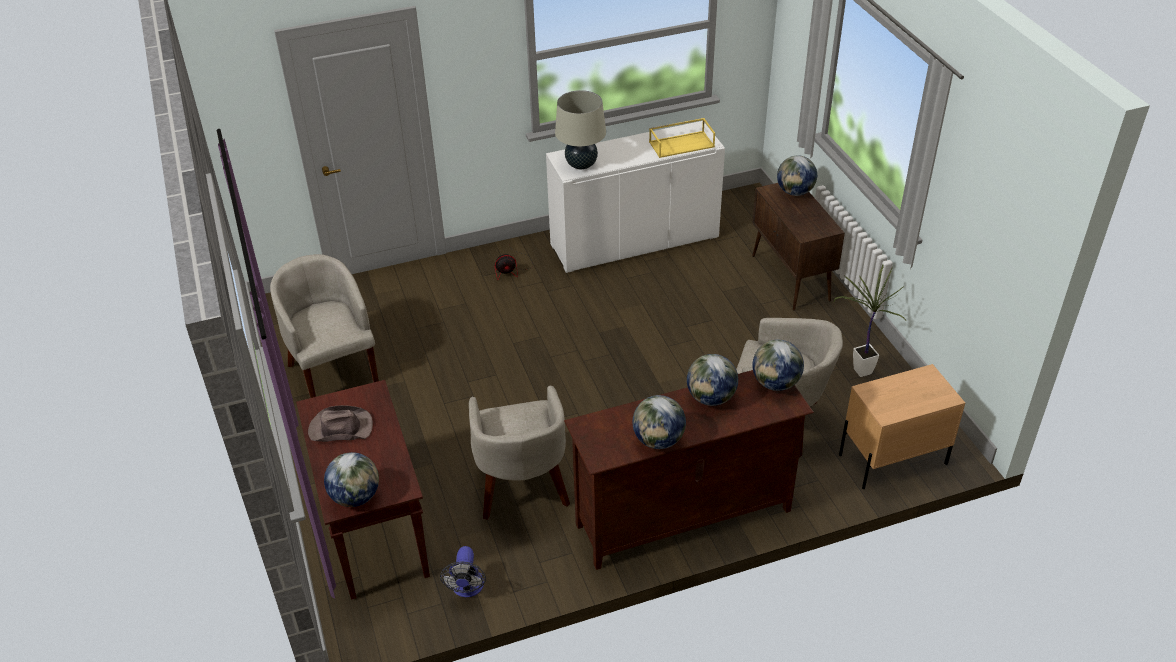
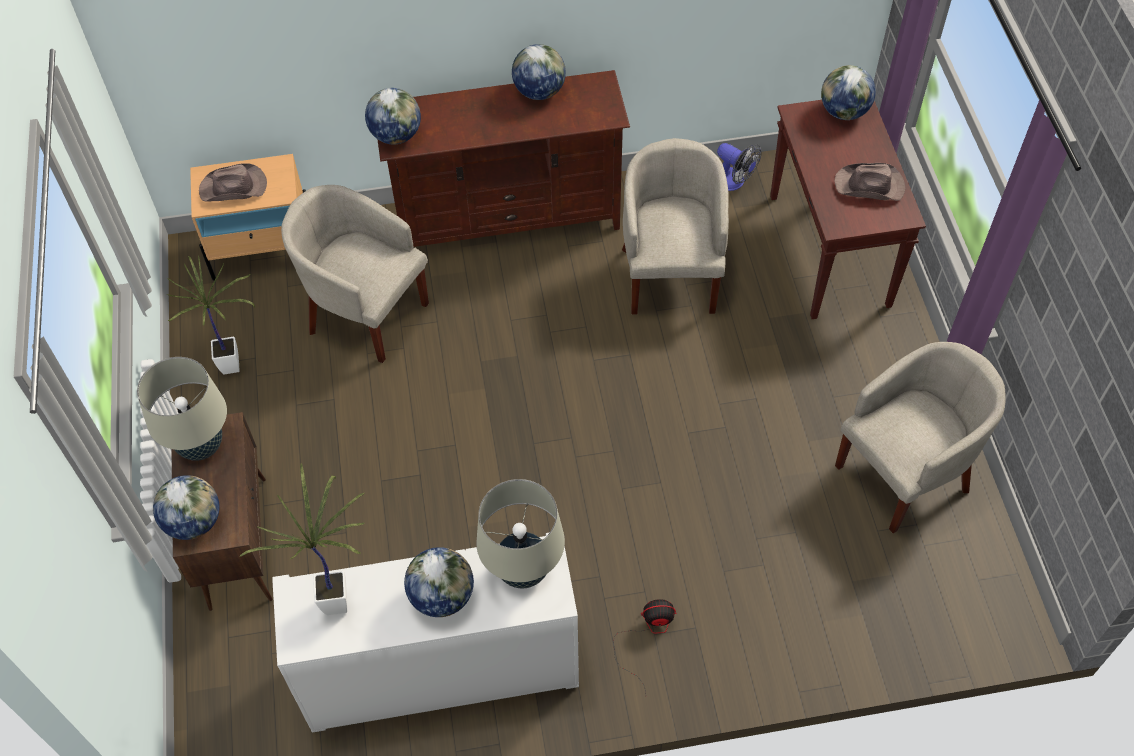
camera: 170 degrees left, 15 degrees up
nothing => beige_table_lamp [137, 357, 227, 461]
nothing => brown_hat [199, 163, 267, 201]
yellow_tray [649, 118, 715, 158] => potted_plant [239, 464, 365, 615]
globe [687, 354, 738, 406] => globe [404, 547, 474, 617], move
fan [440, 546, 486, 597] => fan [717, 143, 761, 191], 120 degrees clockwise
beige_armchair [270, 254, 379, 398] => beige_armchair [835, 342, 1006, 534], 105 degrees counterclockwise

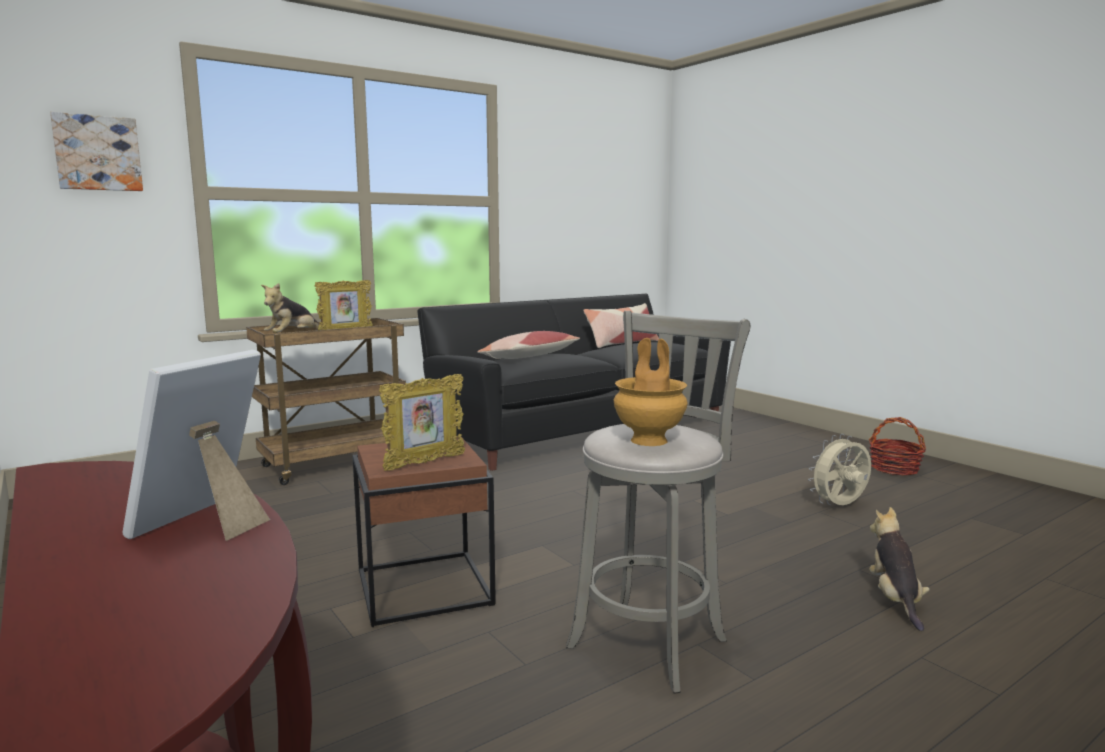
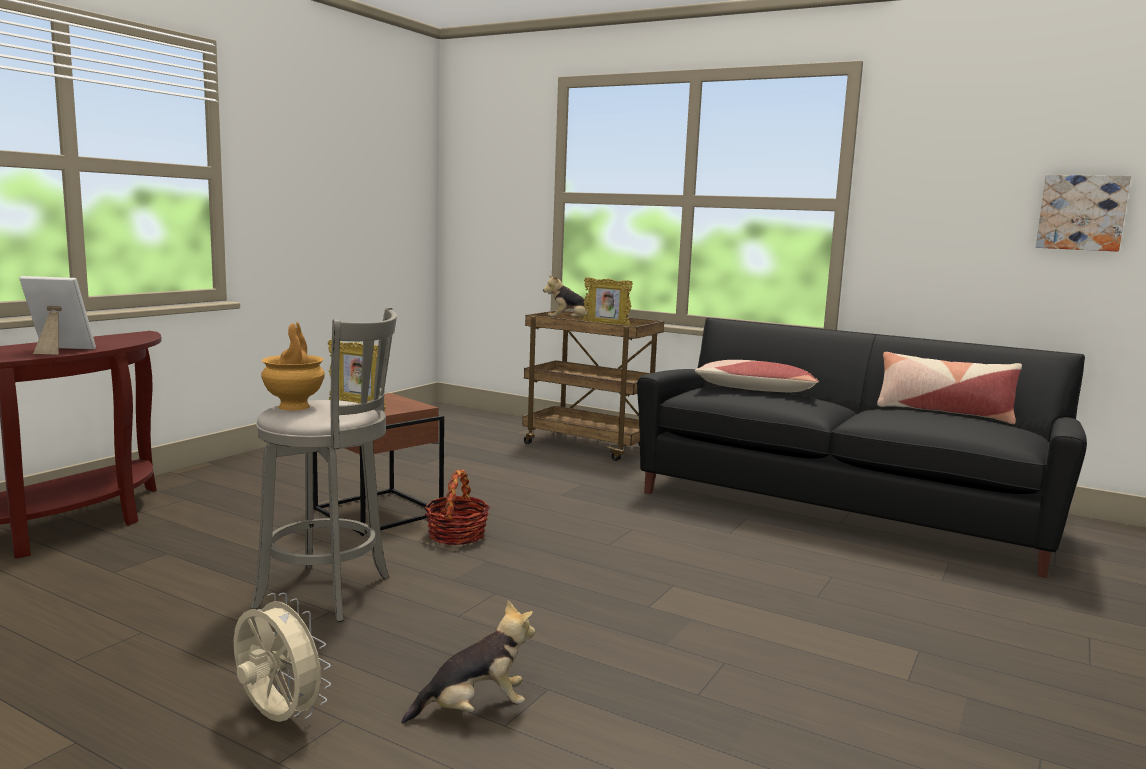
camera: 65 degrees right, 0 degrees up
beige_fan [808, 434, 871, 505] => beige_fan [234, 593, 331, 722], move
basket [869, 417, 926, 475] => basket [424, 470, 490, 545], move
picture [50, 112, 143, 191] => picture [1036, 175, 1131, 252], move

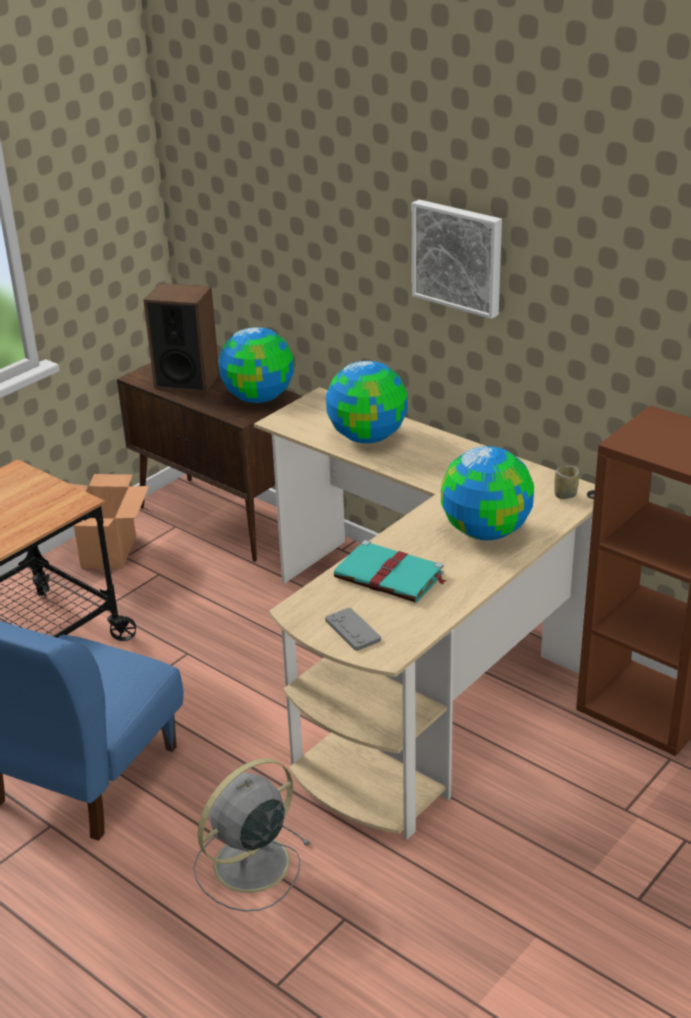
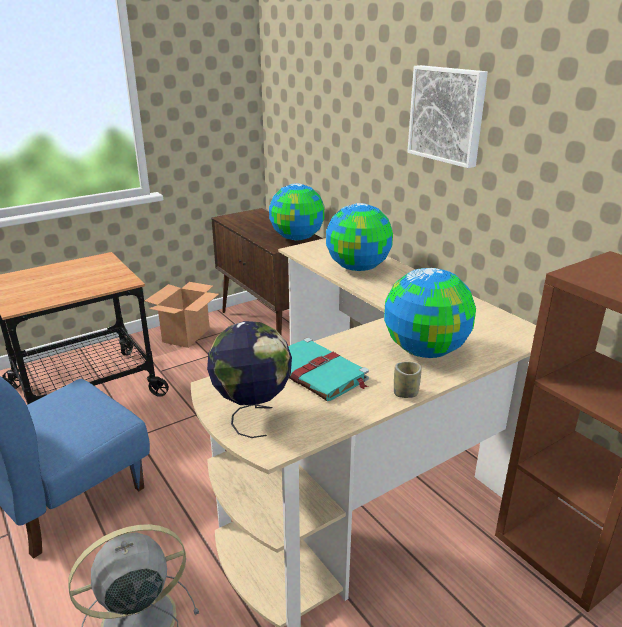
camera: 15 degrees right, 5 degrees down
grey_game_controller [325, 608, 381, 651] => globe [207, 321, 292, 438]
cup [554, 466, 579, 499] => cup [394, 362, 422, 398], move
speaker [143, 283, 219, 393] => nothing

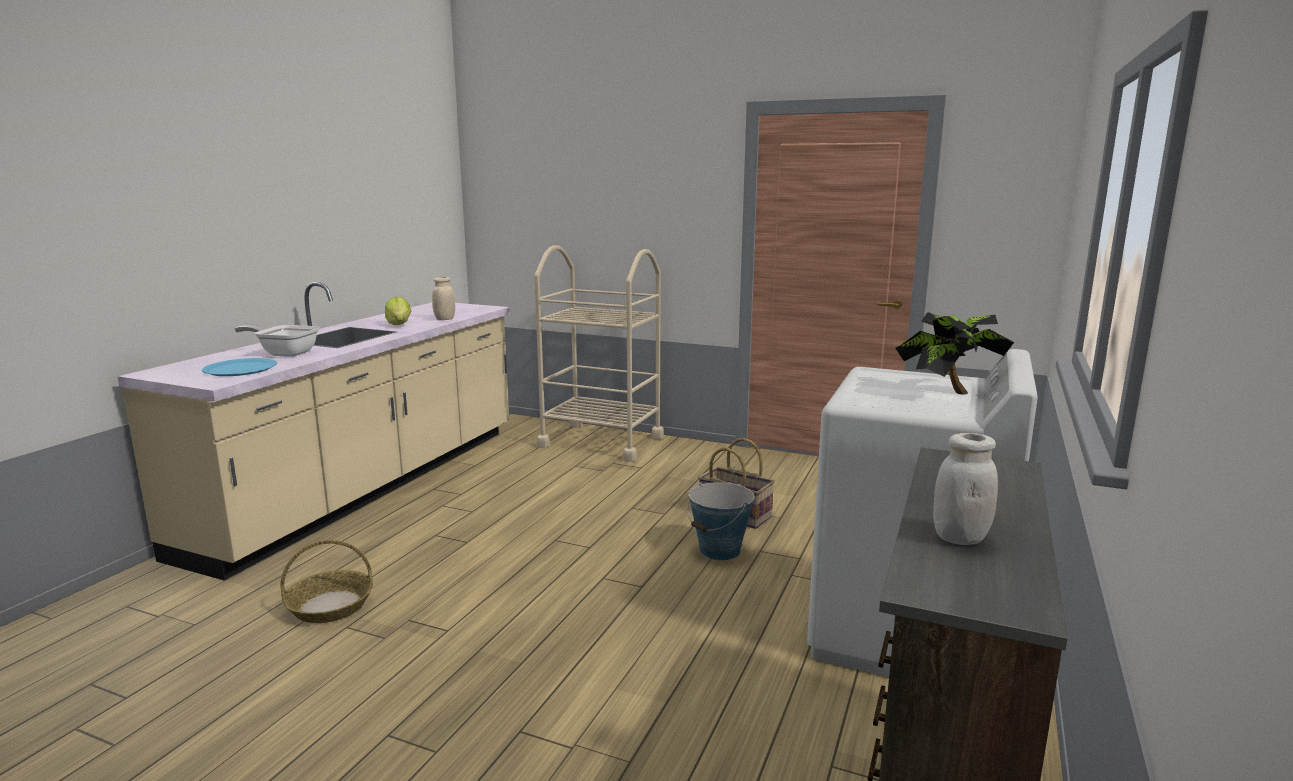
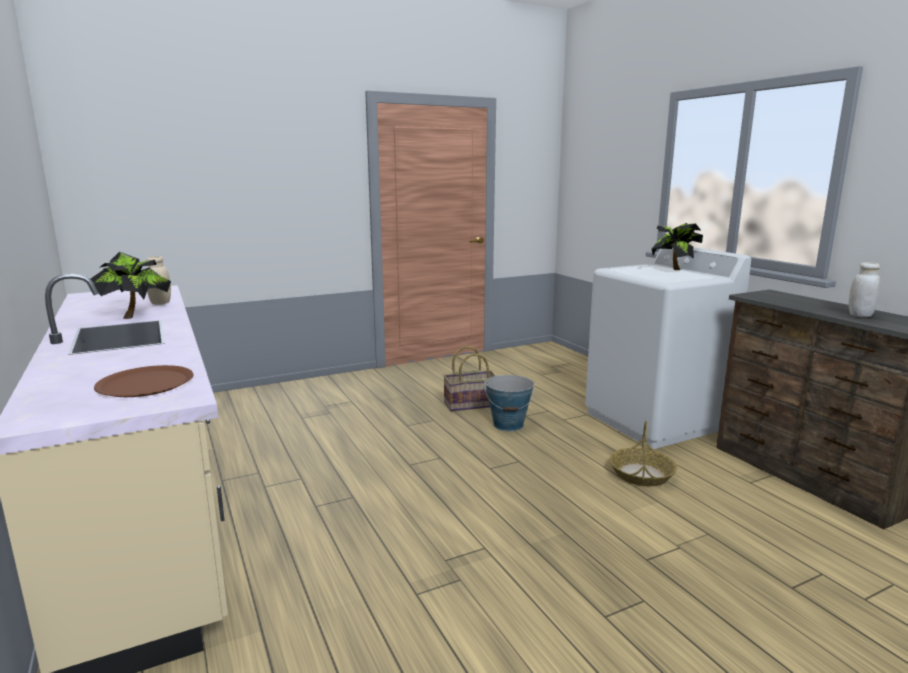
camera: 50 degrees left, 0 degrees up
lettuce [385, 297, 411, 325] => potted_plant [91, 252, 171, 319]
blue_plate [202, 358, 277, 376] => brown_plate [94, 365, 193, 397]
basket [280, 540, 373, 623] => basket [609, 421, 677, 486], move
frying_pan [235, 325, 319, 357] => nothing
beige_cart [534, 245, 664, 462] => nothing

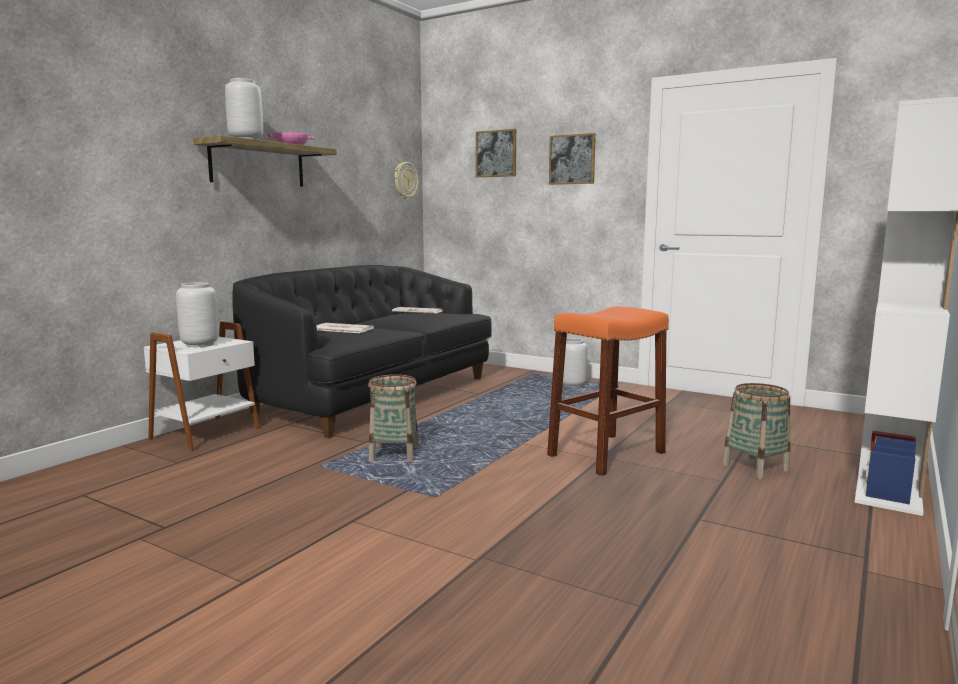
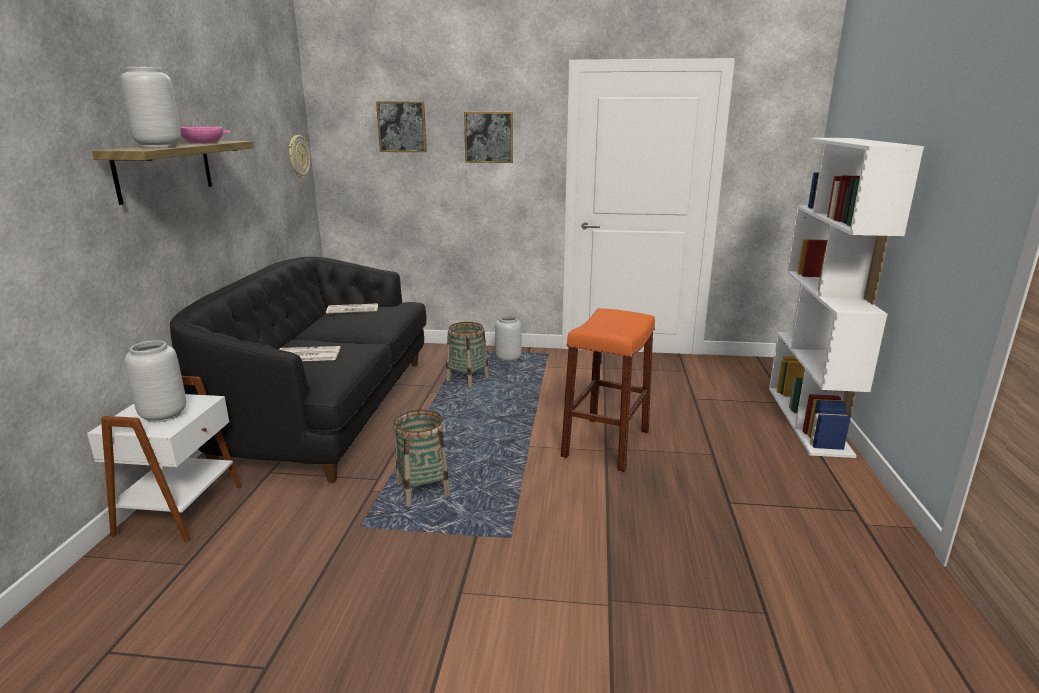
camera: 25 degrees left, 10 degrees up
basket [722, 383, 790, 479] => basket [446, 322, 489, 388], move

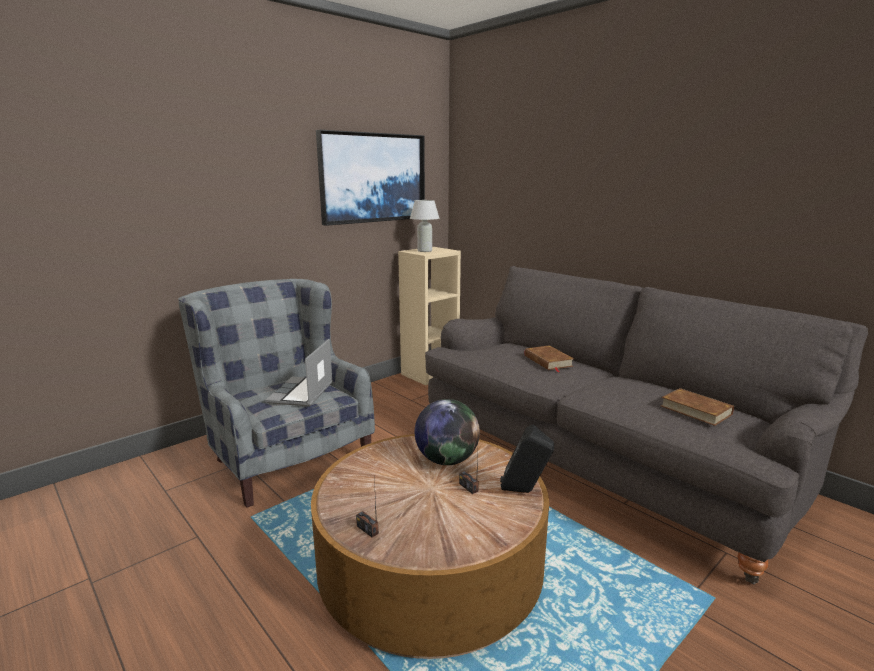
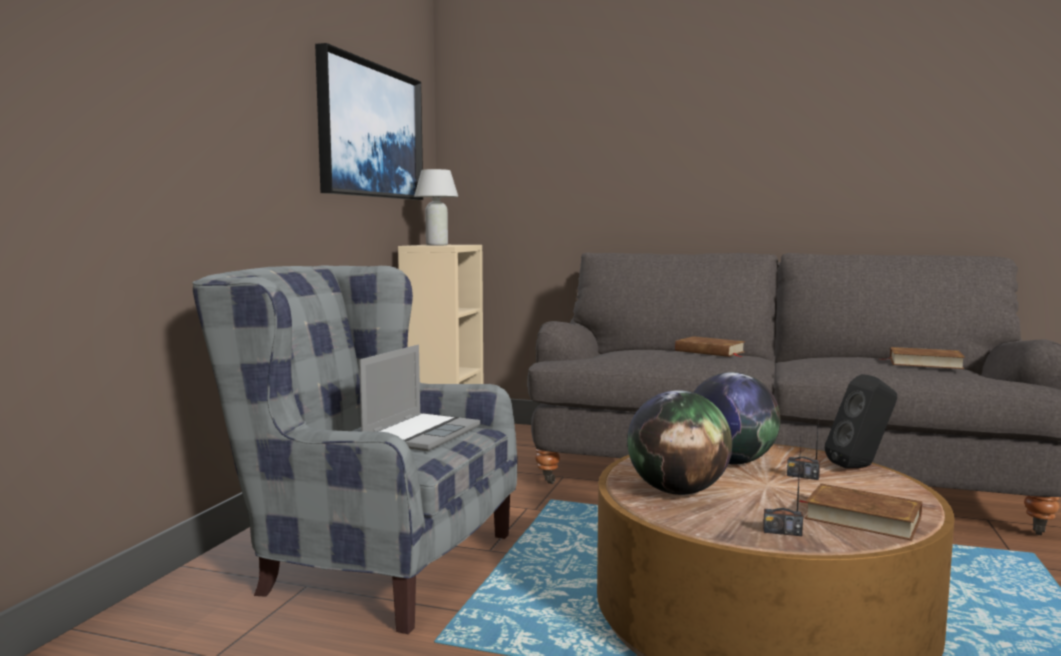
camera: 30 degrees left, 10 degrees down
laptop [265, 339, 333, 406] => laptop [359, 345, 480, 451], 135 degrees counterclockwise
nothing => globe [627, 390, 732, 495]
nothing => brown_book [799, 483, 922, 541]

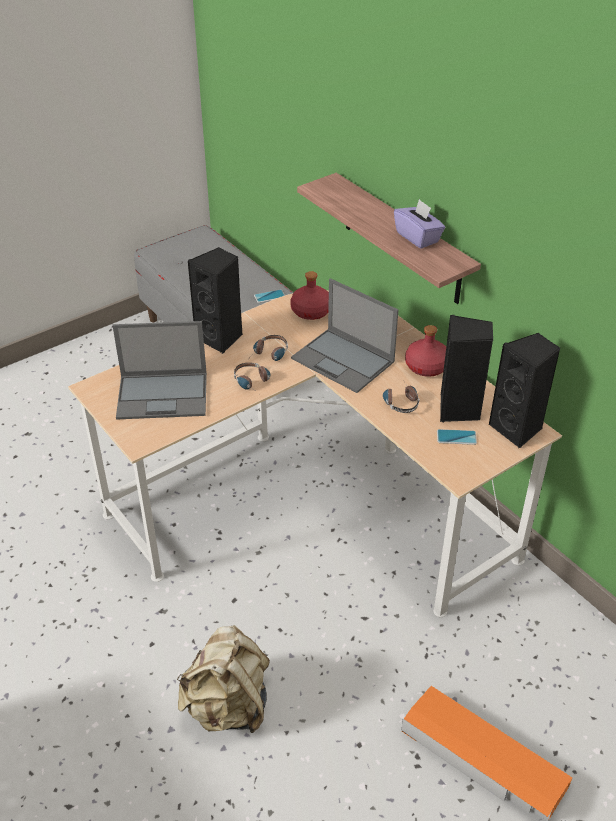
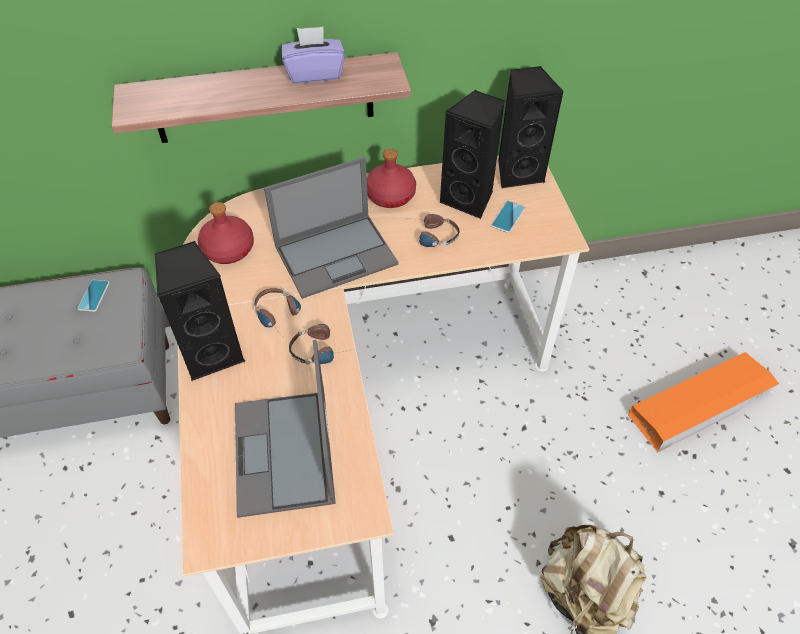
camera: 65 degrees left, 10 degrees up
laptop [113, 321, 207, 420] => laptop [235, 340, 336, 518], 150 degrees clockwise

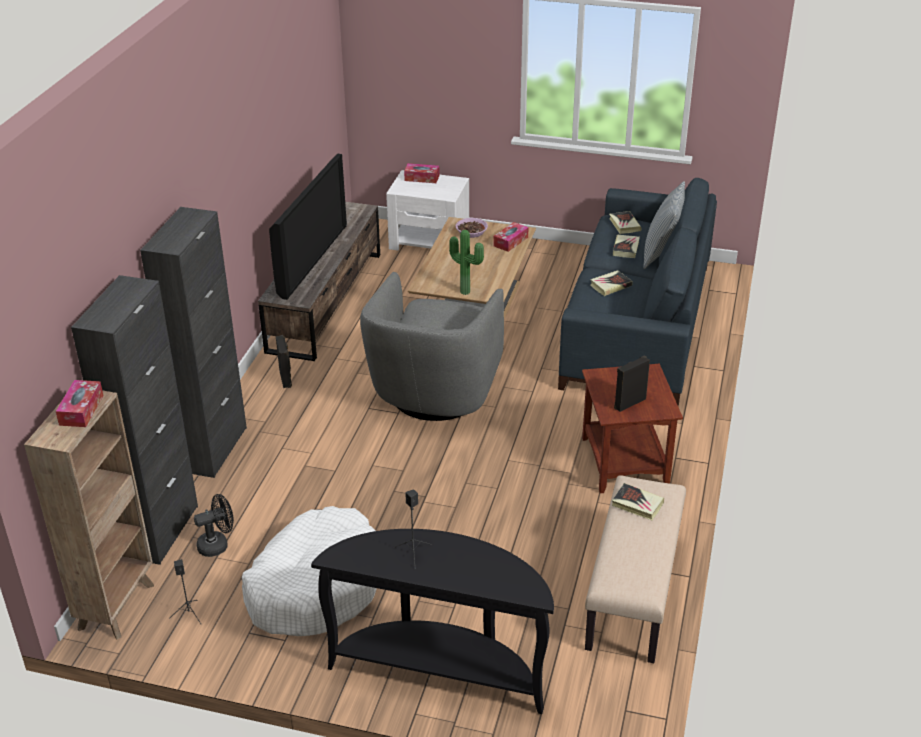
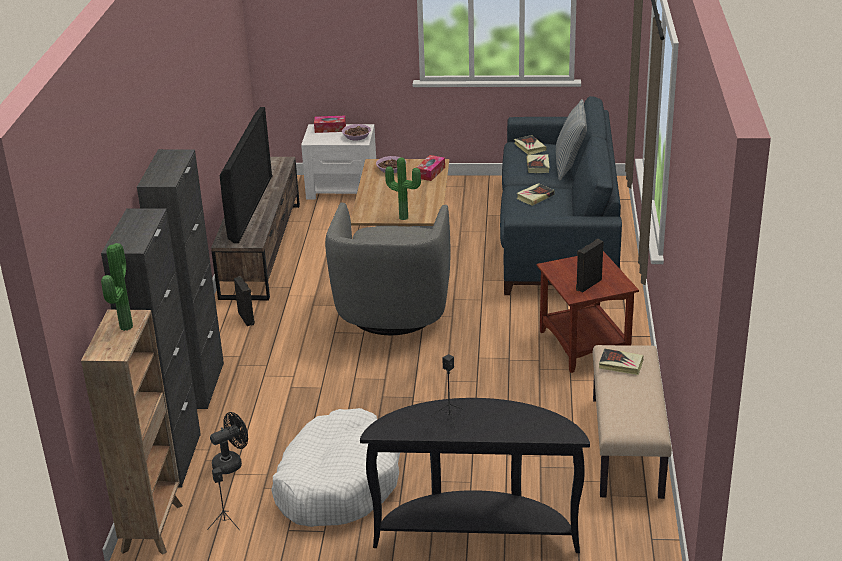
camera: 10 degrees left, 5 degrees down
tissue_box [56, 380, 103, 427] => potted_plant [101, 243, 133, 331]
nothing => bowl [342, 124, 371, 140]

